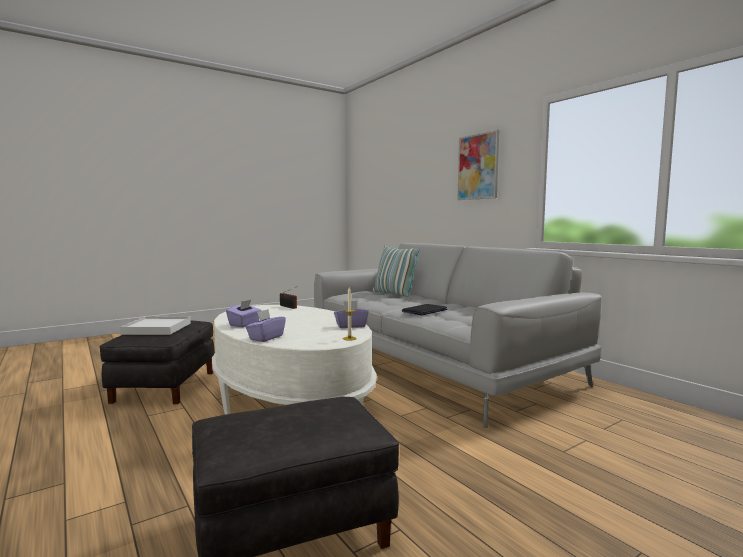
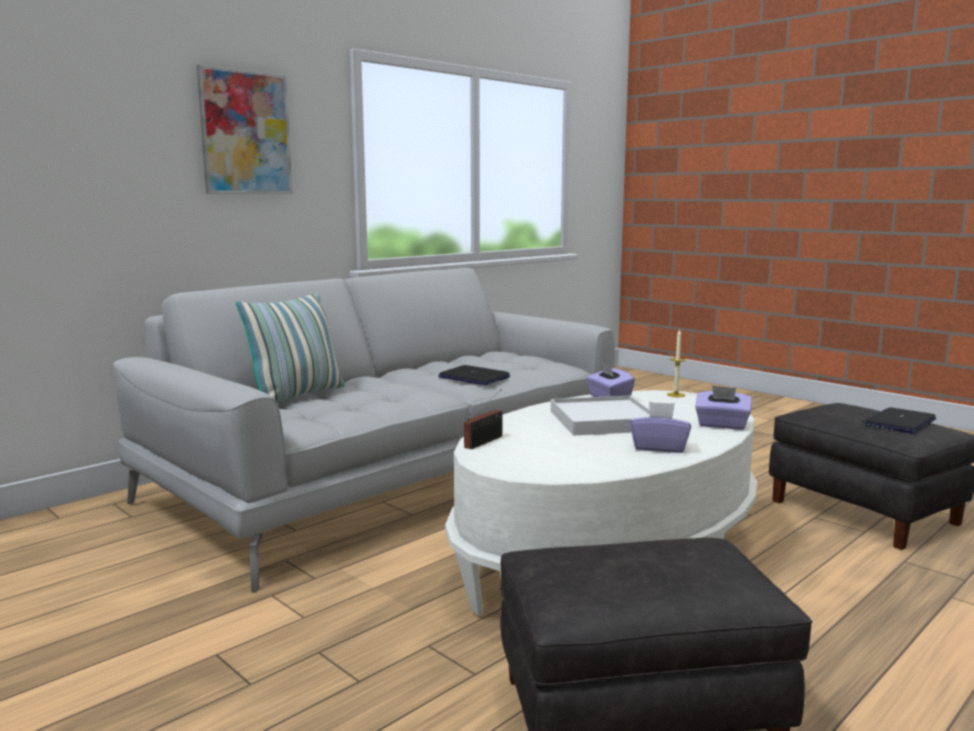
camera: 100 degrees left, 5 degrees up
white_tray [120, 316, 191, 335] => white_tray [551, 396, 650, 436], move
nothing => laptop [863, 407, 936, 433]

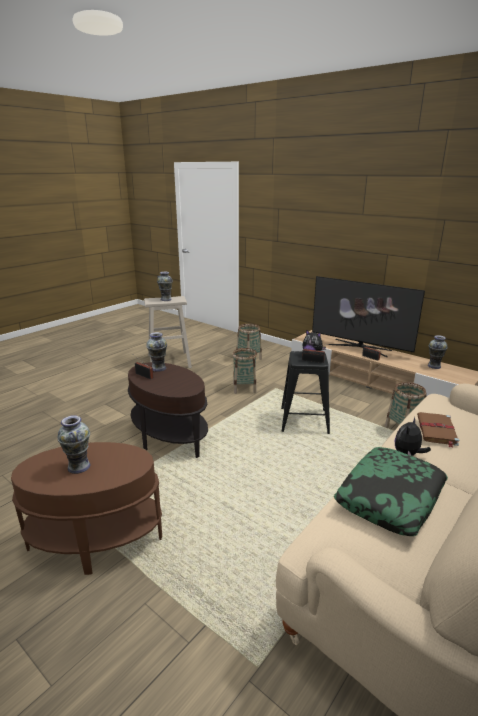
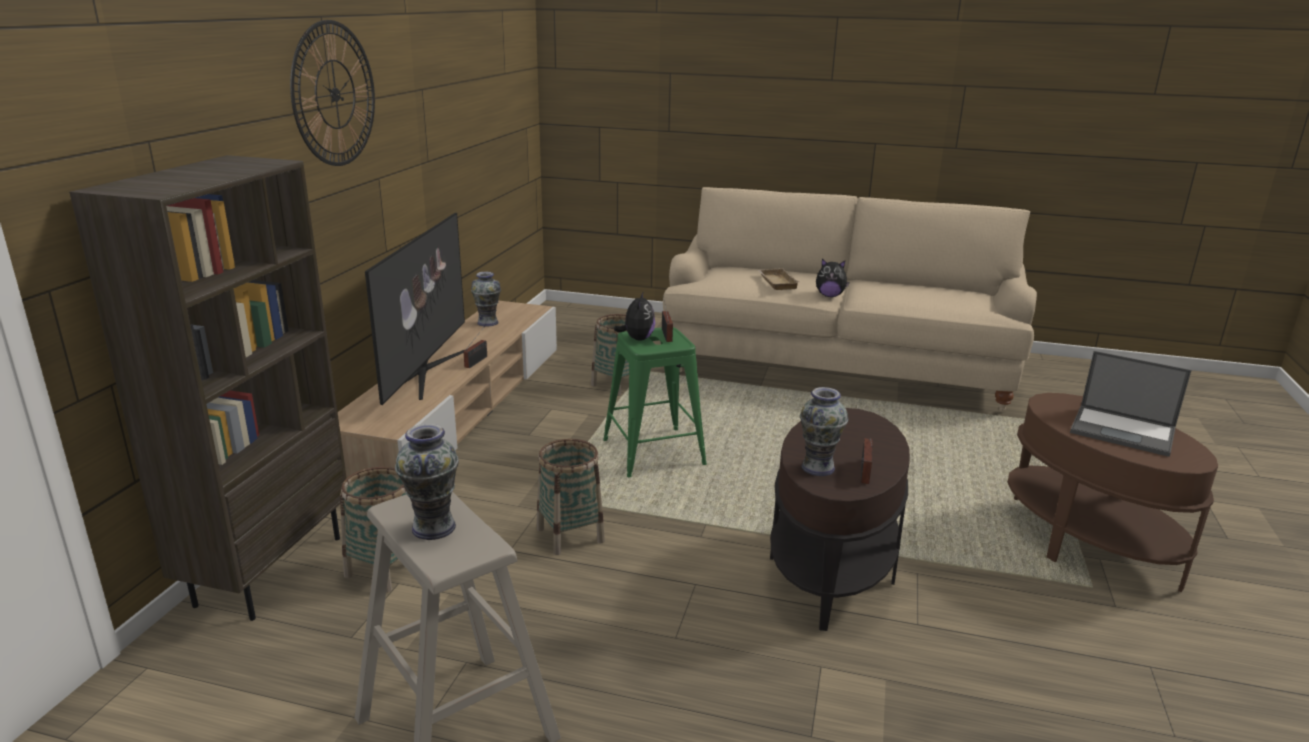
camera: 115 degrees left, 0 degrees up
nothing => brown_bookcase [69, 155, 347, 621]
nothing => wall_clock [290, 20, 375, 166]
black_stool [281, 351, 330, 434] => green_stool [603, 327, 707, 477]
brown_book [417, 412, 459, 447] => beige_tray [758, 268, 799, 290]
vase [57, 415, 90, 474] => laptop [1070, 351, 1191, 457]
pillow [334, 447, 448, 536] => nothing

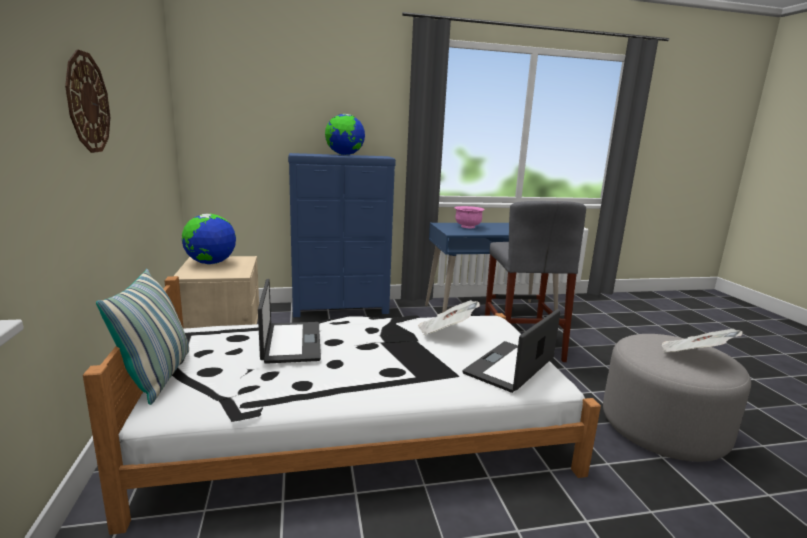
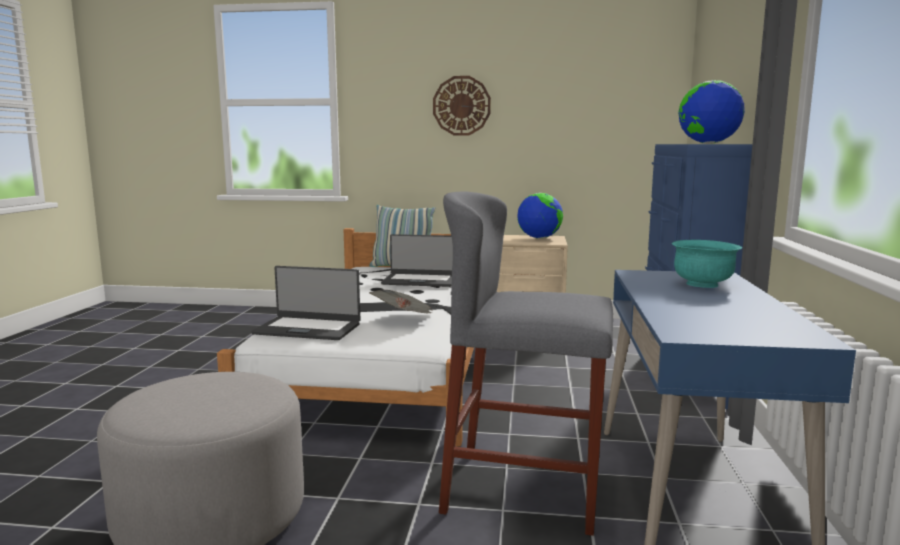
camera: 110 degrees right, 5 degrees down
laptop [462, 309, 561, 393] => laptop [251, 266, 361, 340], 135 degrees clockwise
pink_bowl [454, 206, 485, 228] => turquoise_bowl [672, 240, 742, 288]
newspaper [662, 329, 743, 353] => nothing

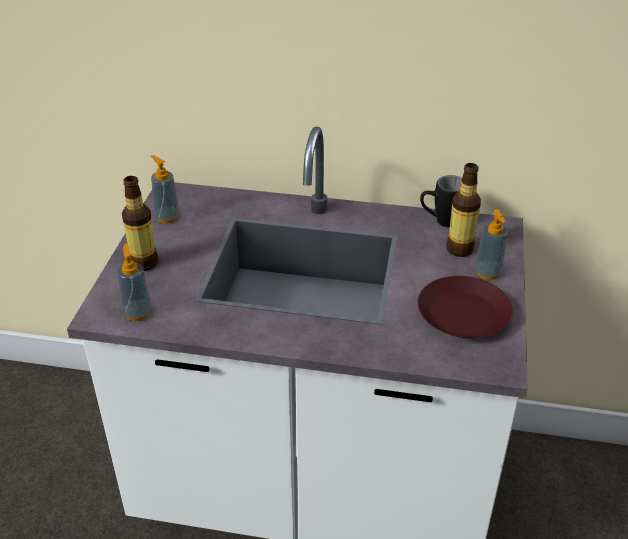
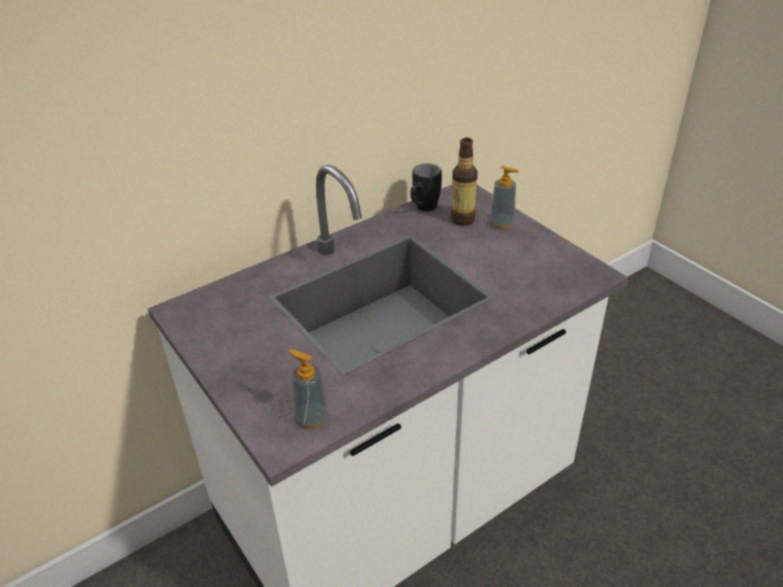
camera: 45 degrees left, 0 degrees up
bottle [122, 176, 158, 271] => nothing
soap_dispenser [151, 155, 180, 223] => nothing
brown_plate [418, 276, 513, 338] => nothing

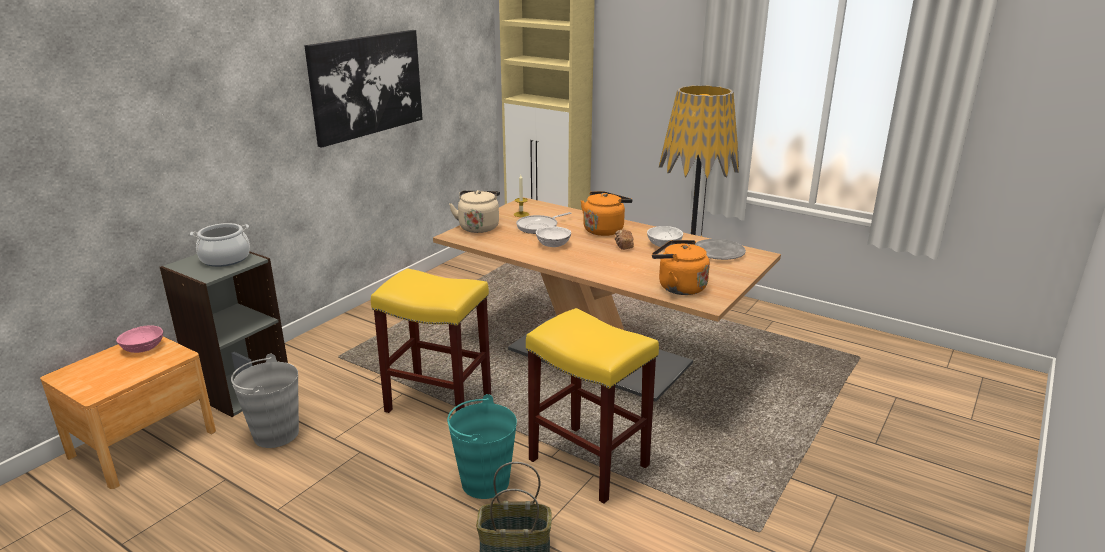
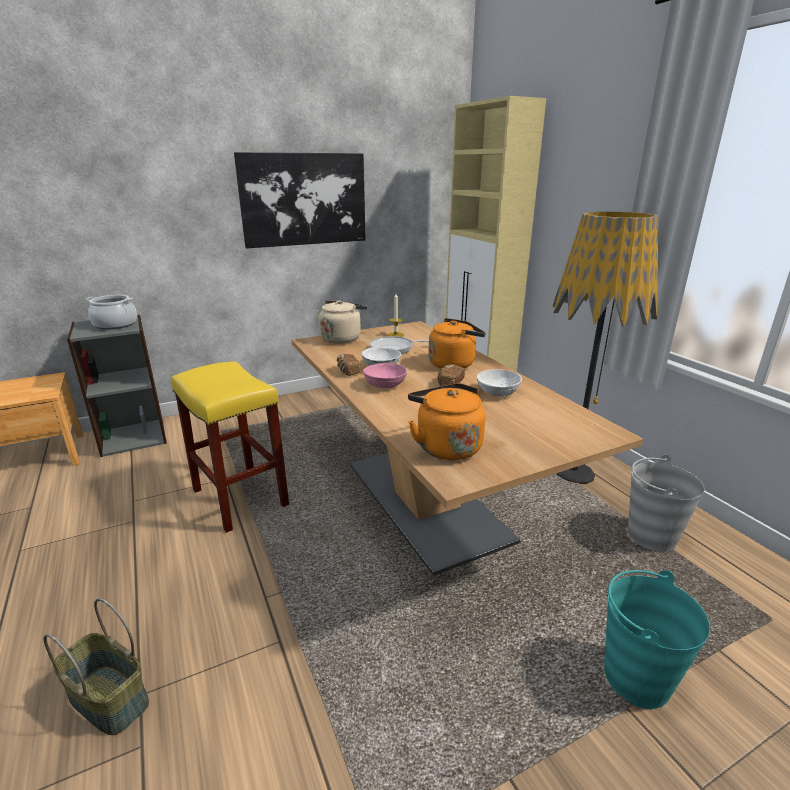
camera: 30 degrees right, 0 degrees up
nothing => bread [337, 354, 361, 376]
pink_bowl [116, 325, 163, 353] => pink_bowl [363, 363, 407, 388], move
turquoise_bucket [447, 394, 517, 499] => turquoise_bucket [604, 570, 710, 709], move
grey_bucket [231, 354, 299, 448] => grey_bucket [628, 455, 704, 552], move
yellow_stool [526, 308, 659, 503] => nothing
grey_plate [695, 239, 746, 260] => nothing

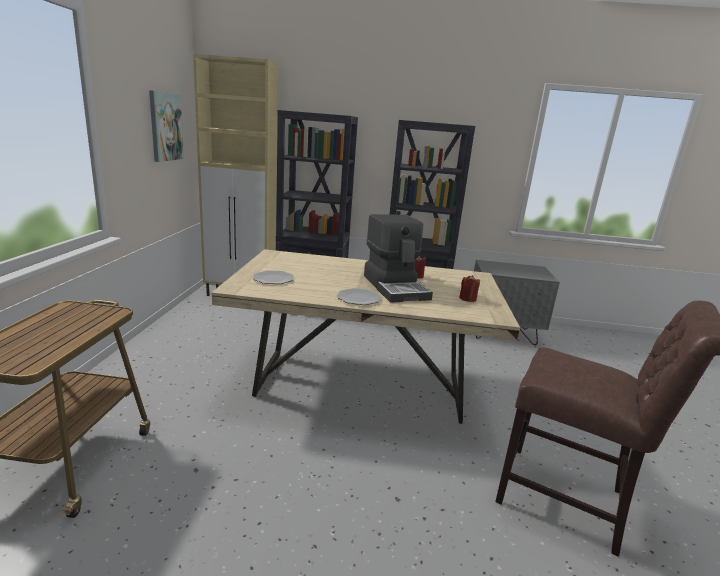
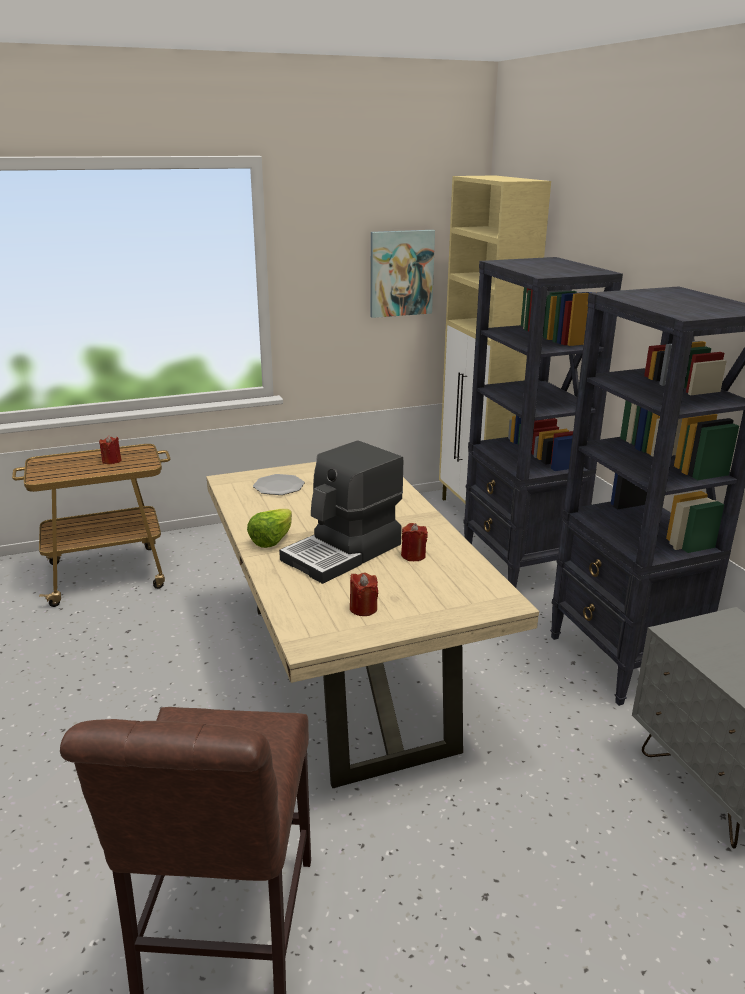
camera: 65 degrees right, 5 degrees up
nothing => red_candle [99, 435, 121, 464]
plate [337, 288, 381, 305] => lettuce [247, 509, 292, 548]

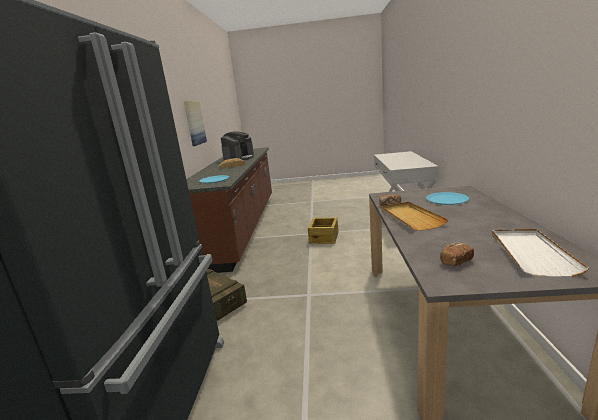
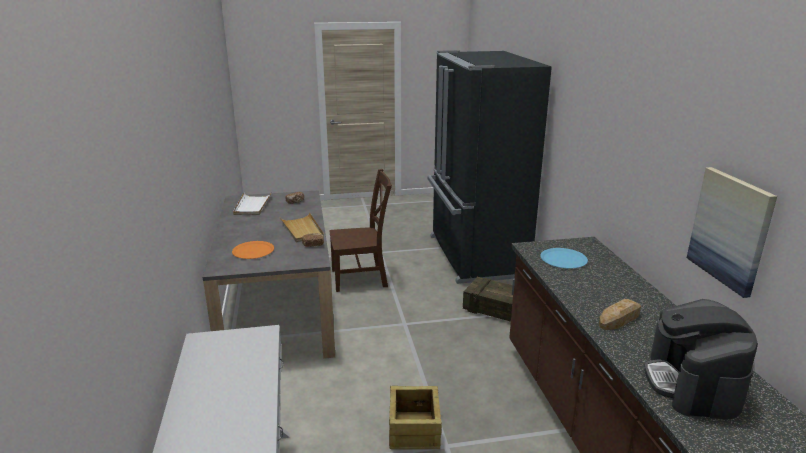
camera: 165 degrees right, 5 degrees up
blue_plate [426, 192, 469, 205] => orange_plate [232, 241, 274, 259]
nothing => brown_chair [329, 169, 392, 292]

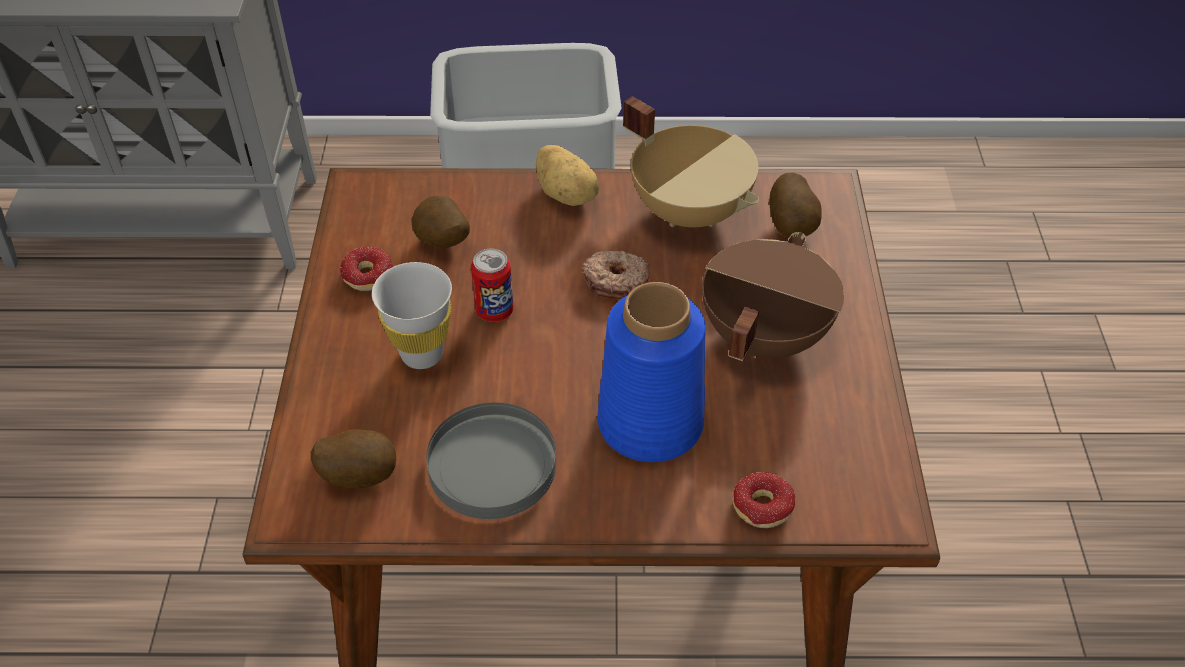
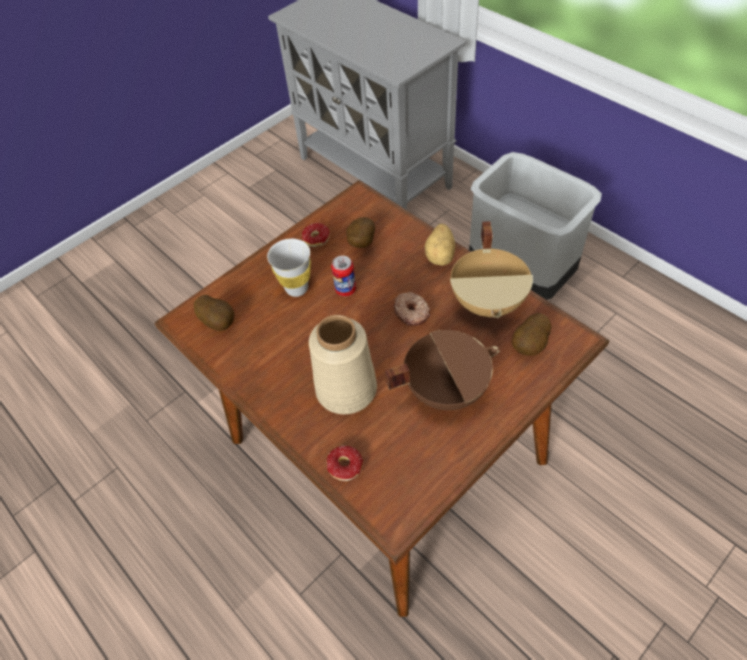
camera: 50 degrees right, 5 degrees up
blue_vase [597, 282, 706, 462] => beige_vase [309, 315, 377, 414]
grey_plate [426, 403, 556, 519] => nothing

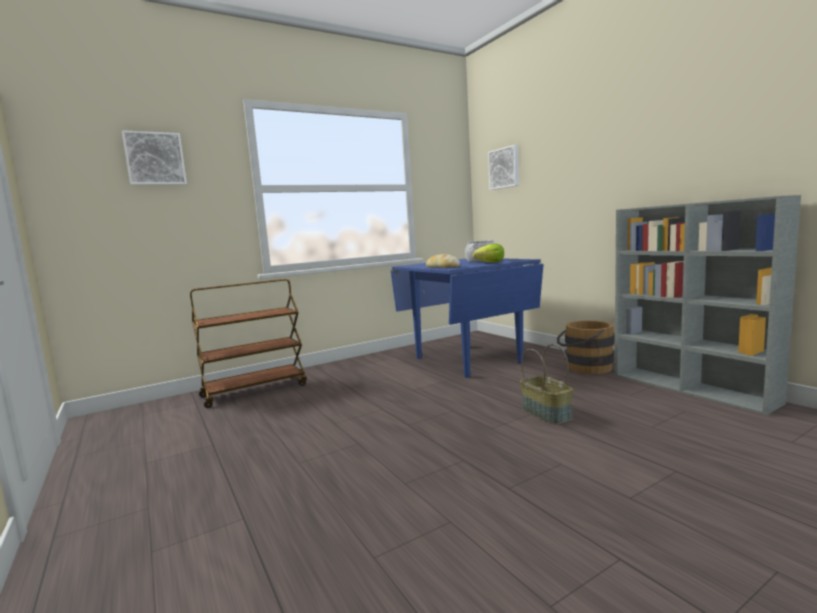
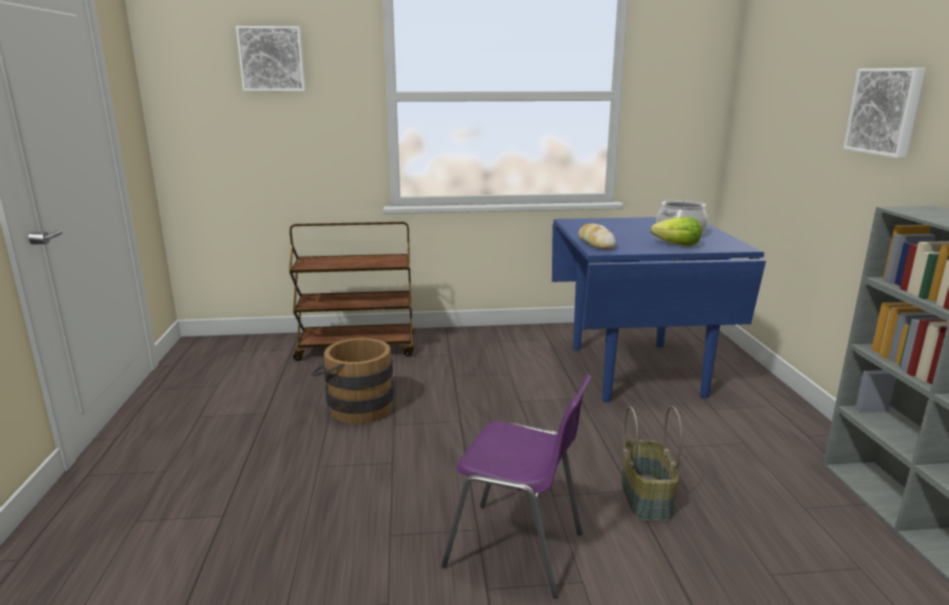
camera: 25 degrees right, 10 degrees up
brown_bucket [557, 321, 615, 374] => brown_bucket [311, 338, 394, 424], move
nothing => purple_chair [441, 374, 593, 598]
picture [488, 145, 519, 190] => picture [843, 68, 926, 158], move

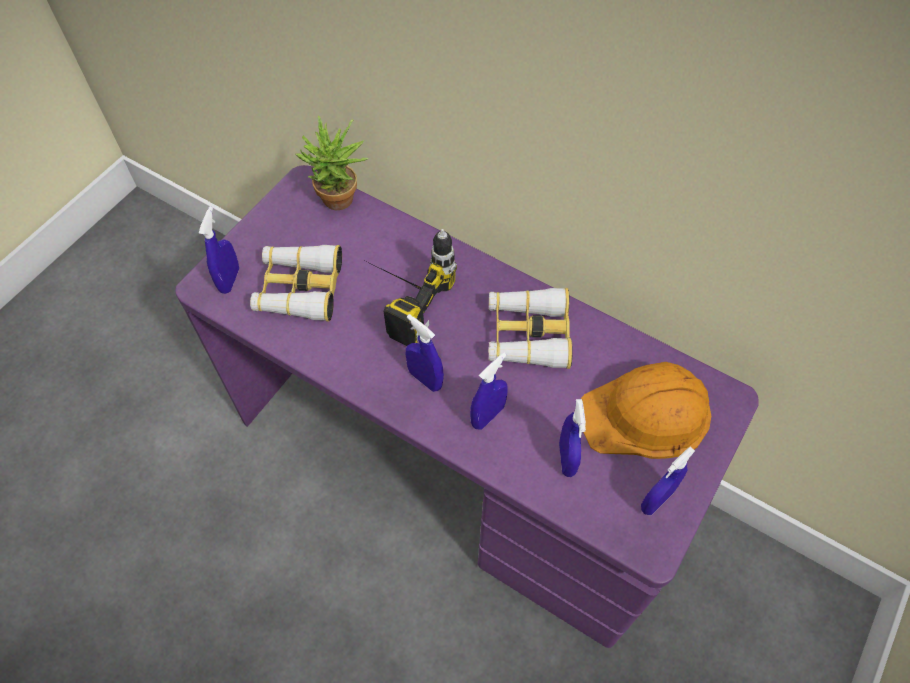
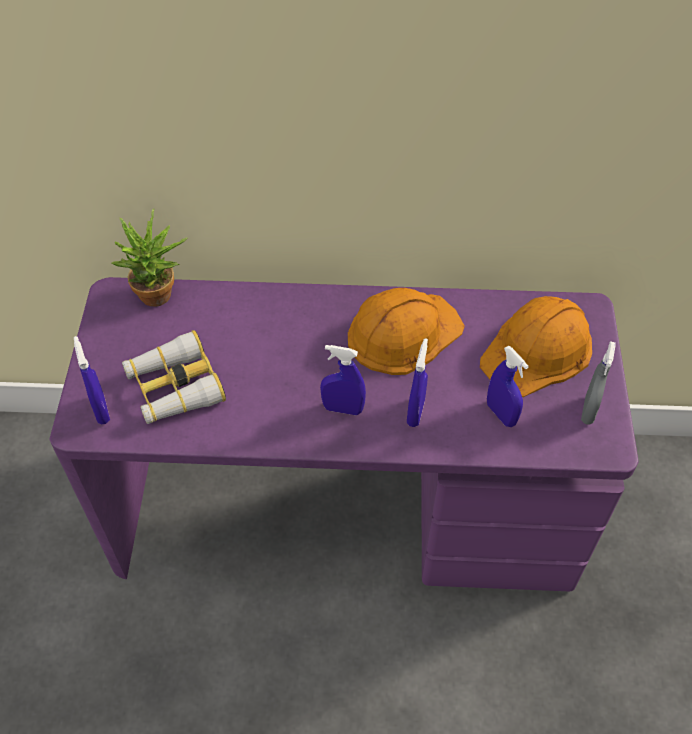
camera: 30 degrees left, 5 degrees down
binoculars [488, 288, 573, 369] => orange_hard_hat [348, 288, 465, 375]
blue_spray_bottle [641, 447, 695, 515] => grey_spray_bottle [581, 341, 616, 425]
power_drill [359, 229, 457, 346] => nothing

